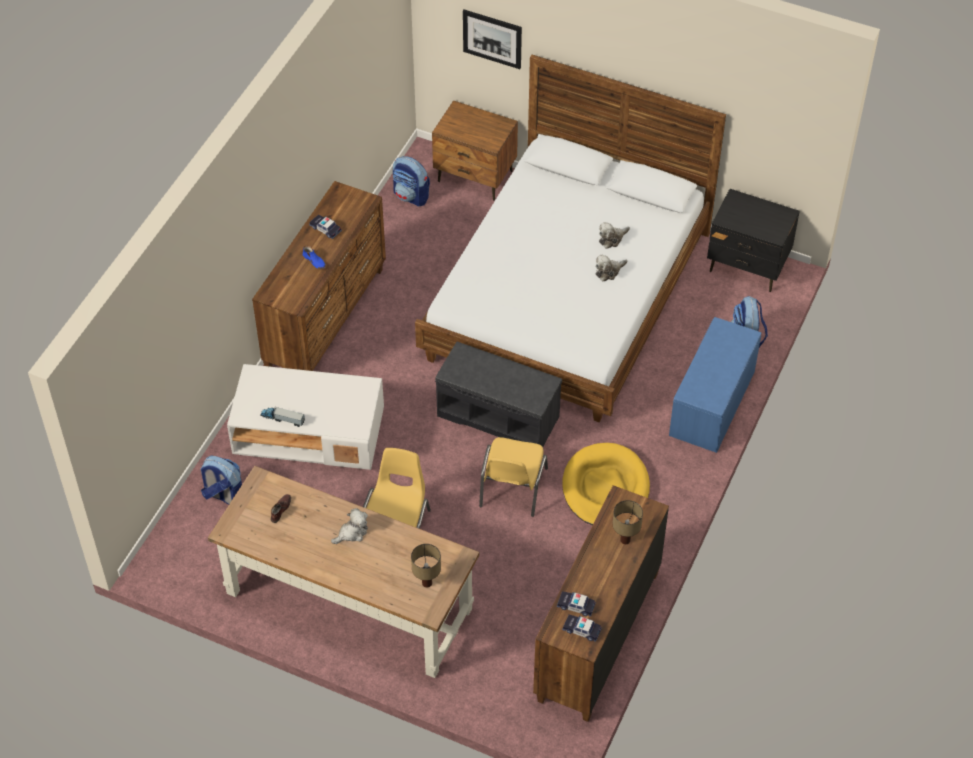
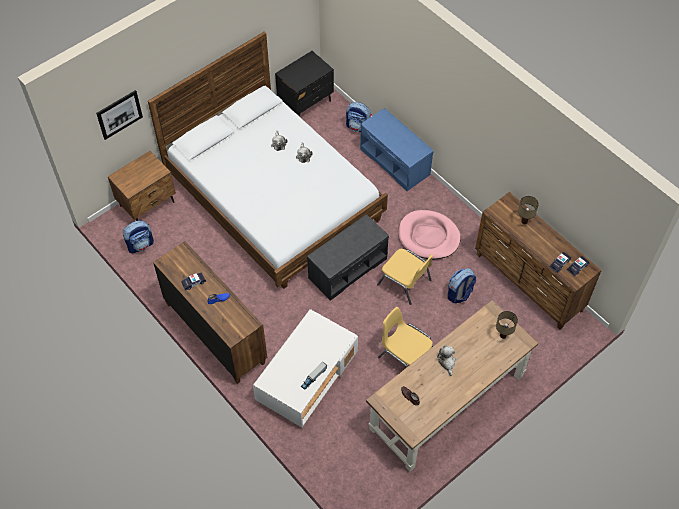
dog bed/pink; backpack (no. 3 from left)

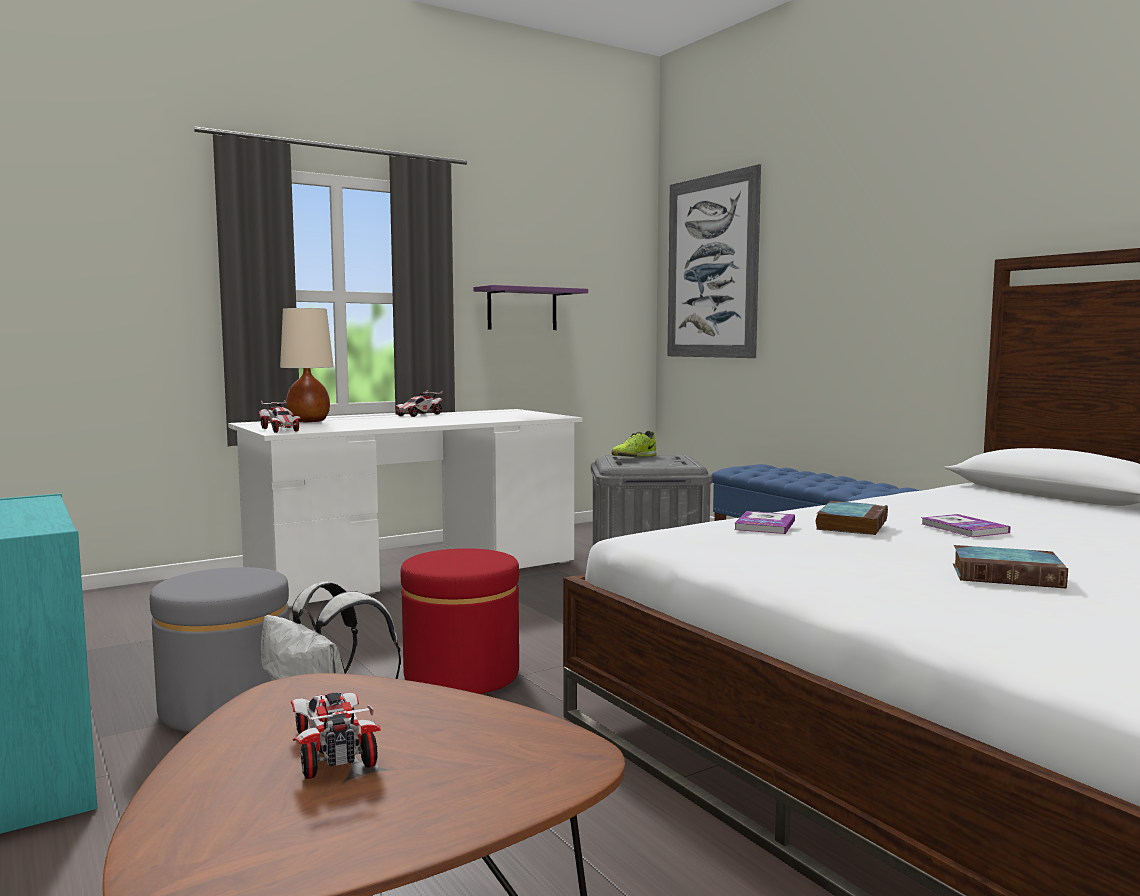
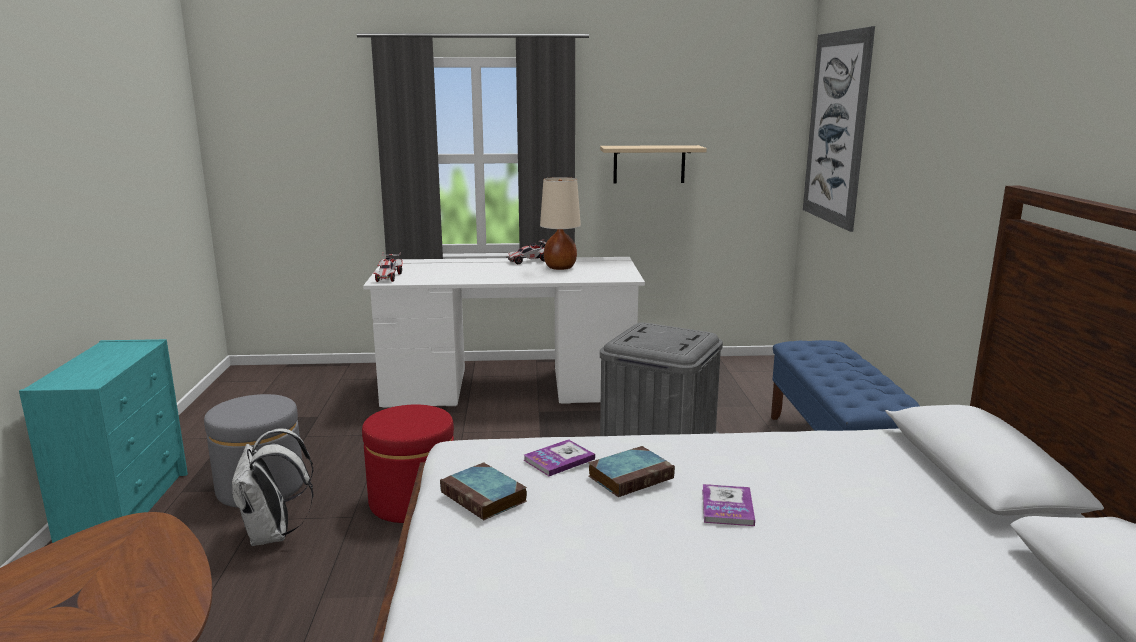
shelf/beige; table lamp/beige; shoe; book (no. 1 from left); toy car (no. 2 from left in the first image)

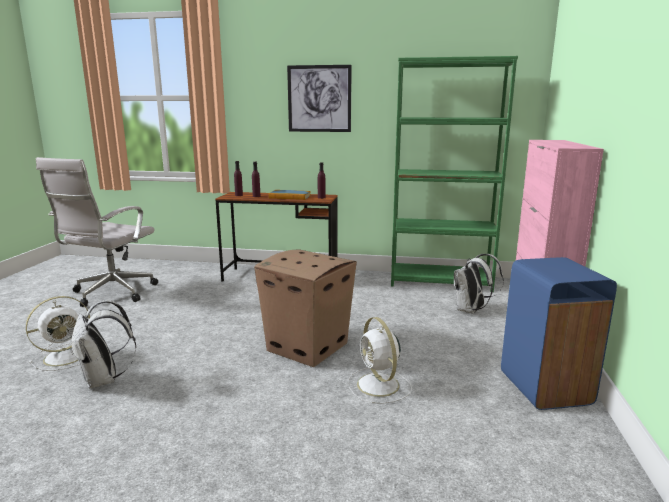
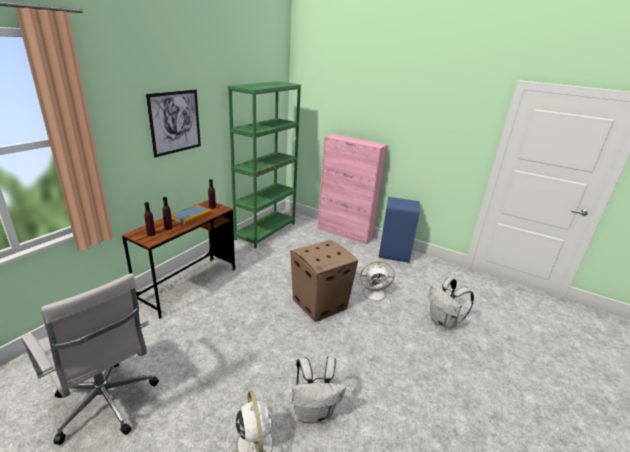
backpack/white (no. 2 from left)

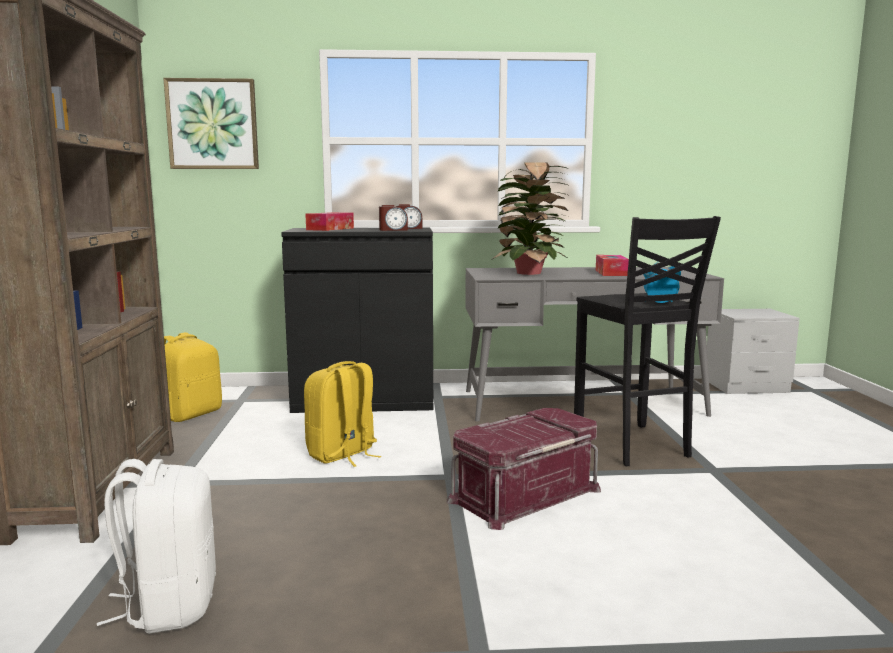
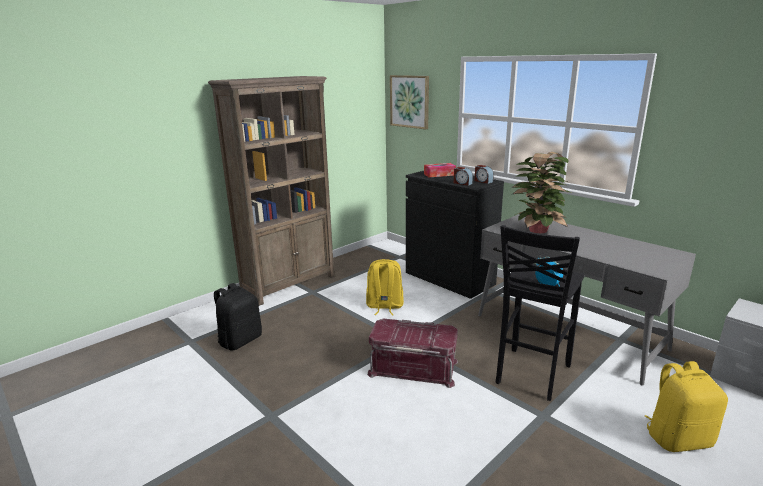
tissue box (no. 2 from left in the first image); backpack/yellow (no. 2 from left); backpack/black

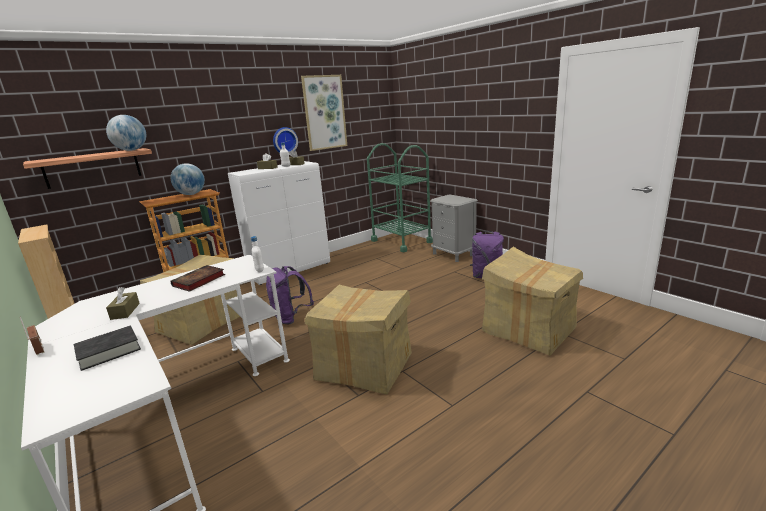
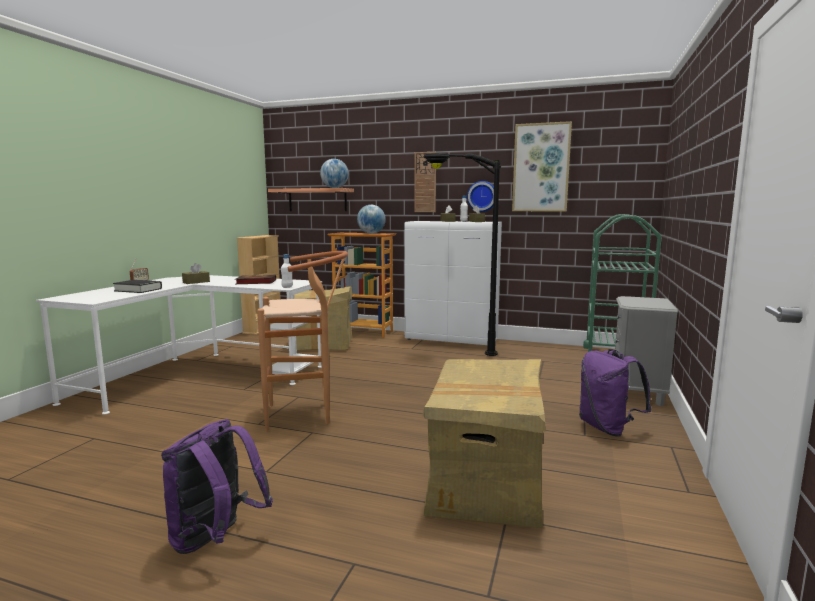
backpack/purple (no. 1 from left); stool/brown; wall clock (no. 1 from left); floor lamp/black

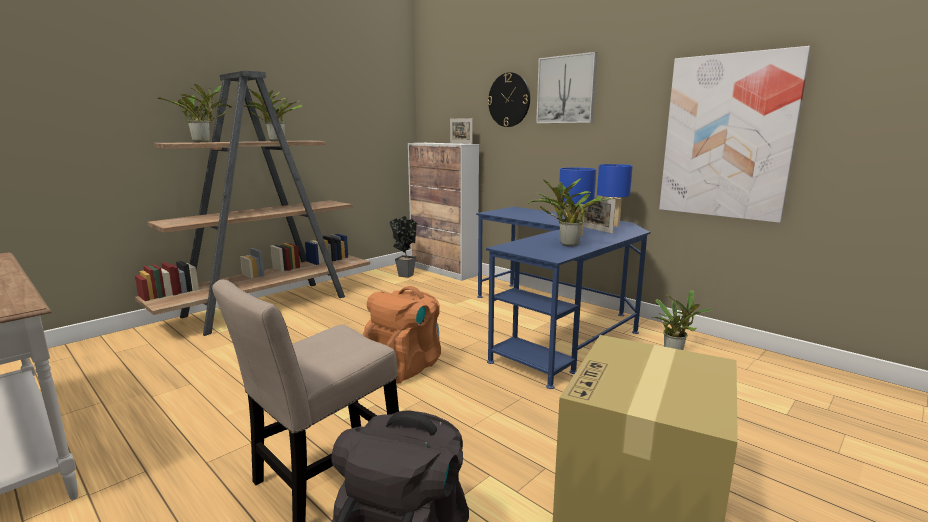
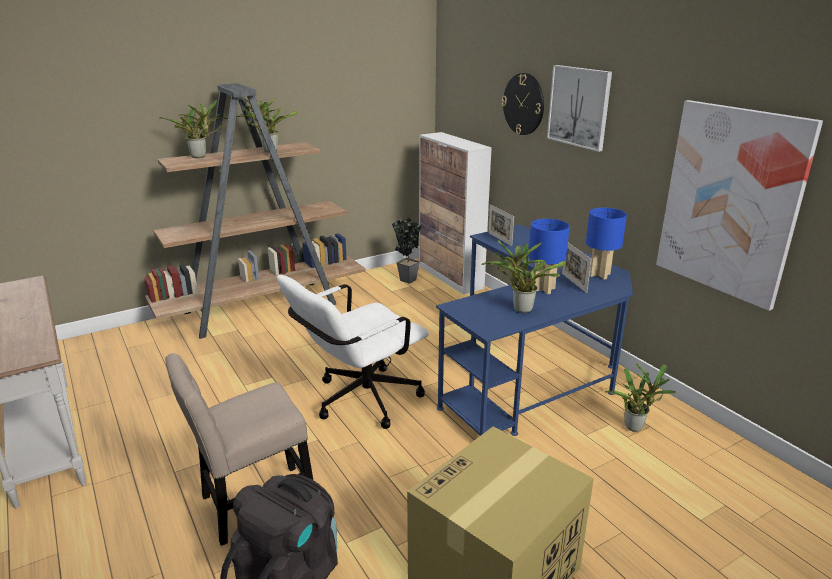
picture frame (no. 1 from left); office chair/white

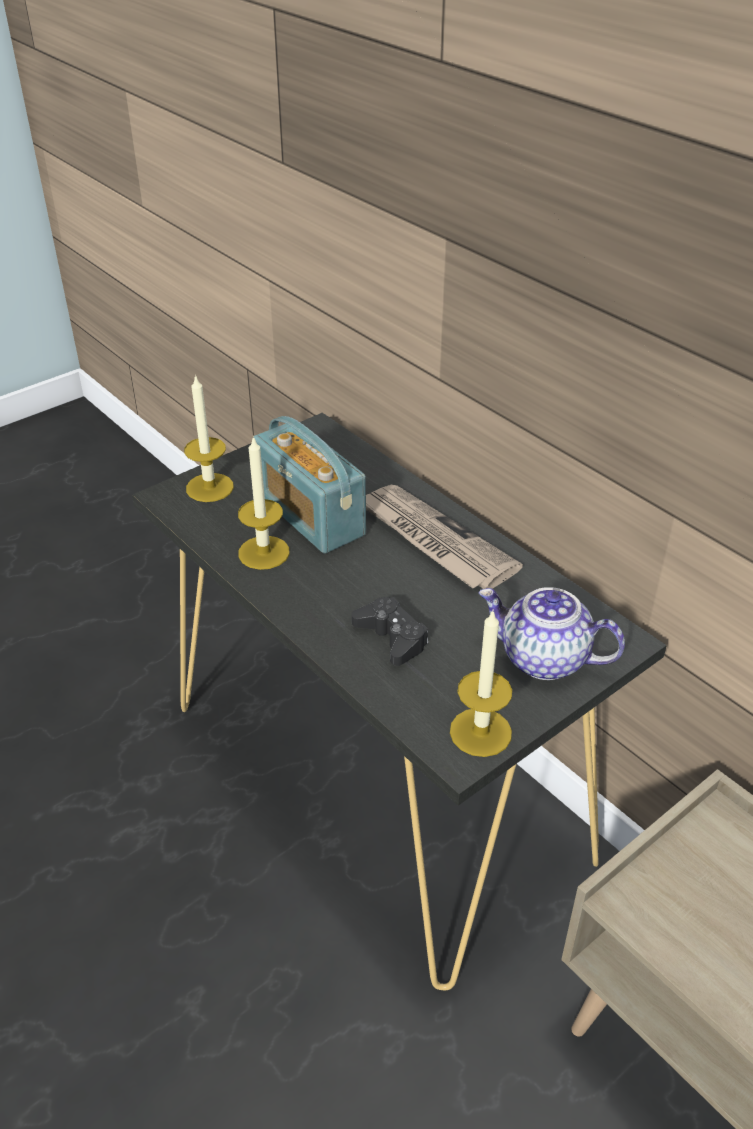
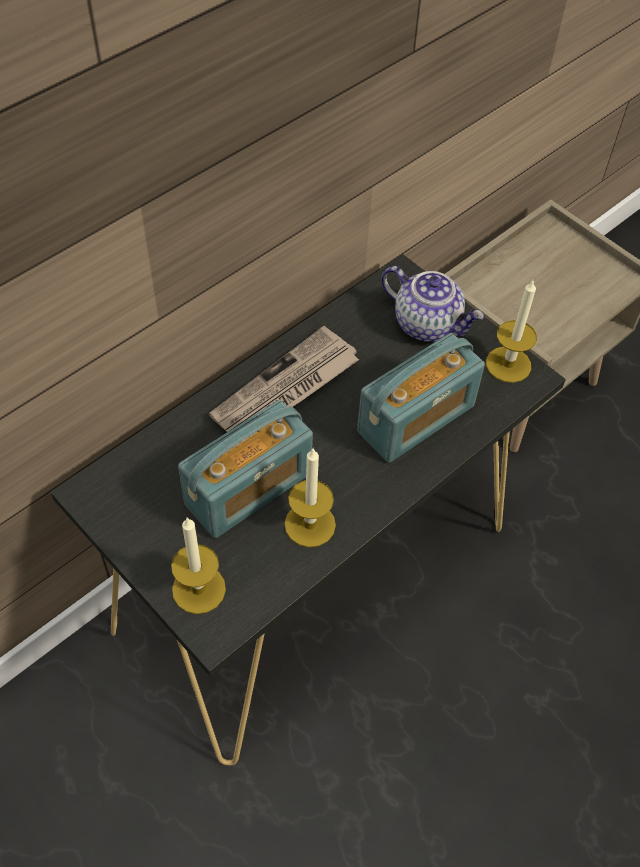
teapot; radio (no. 2 from left)

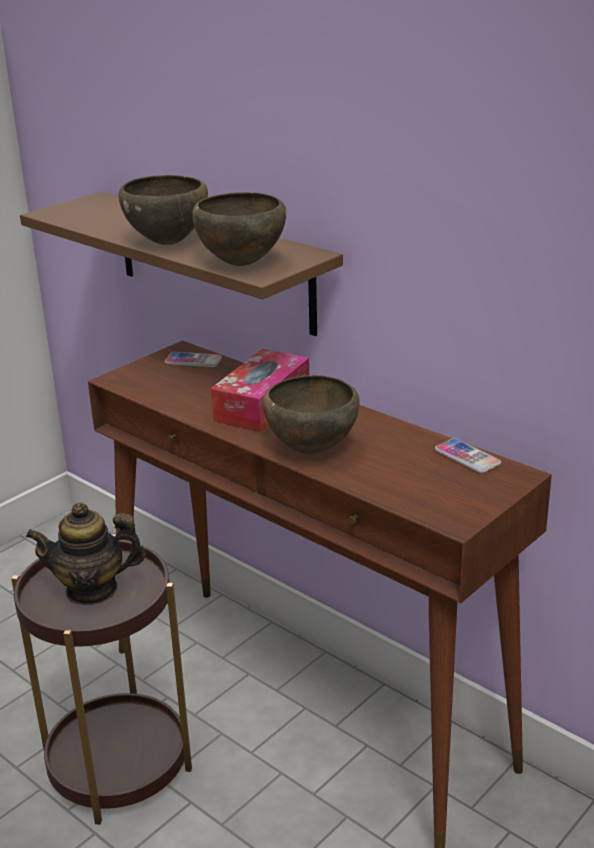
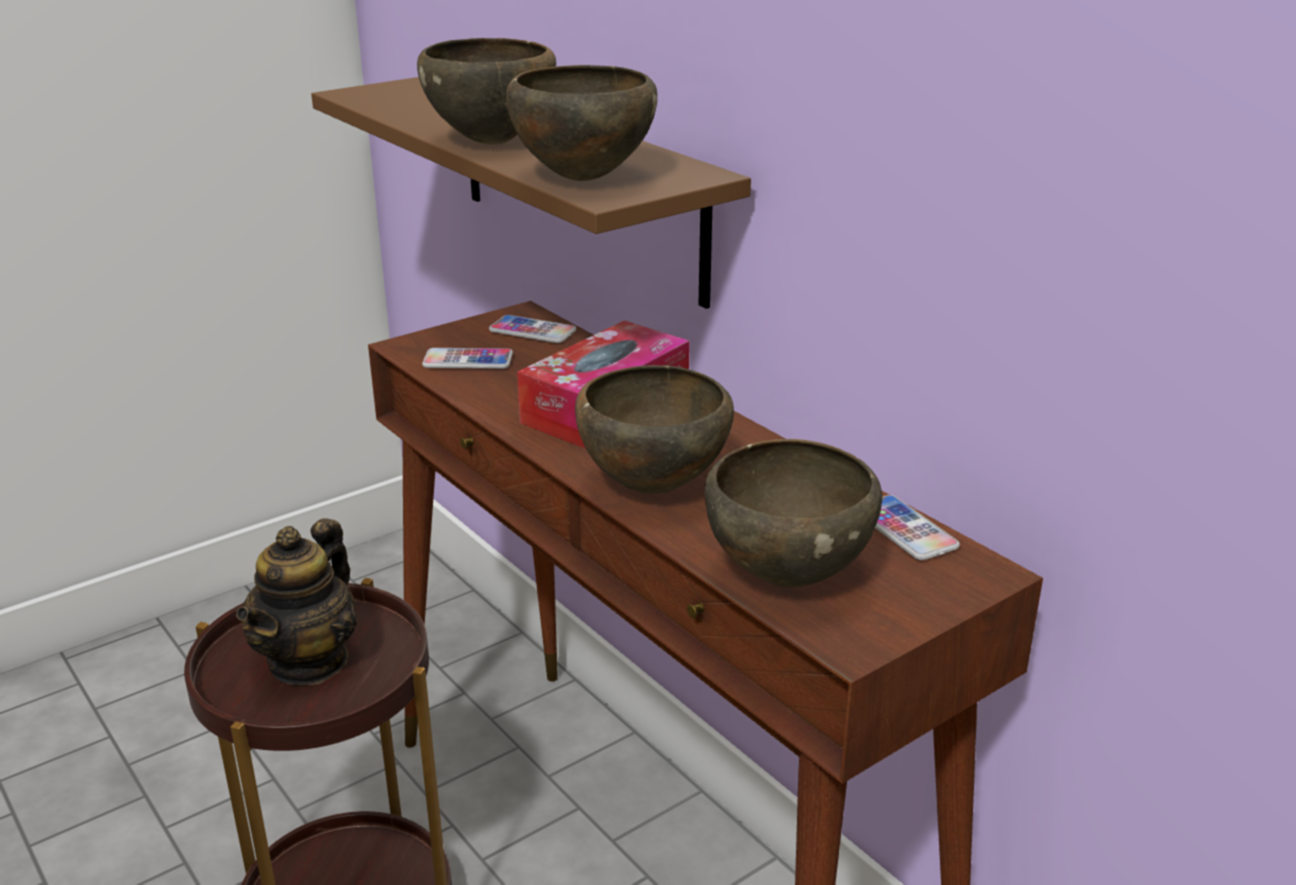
teapot; phone (no. 1 from left); bowl/brown (no. 4 from left)

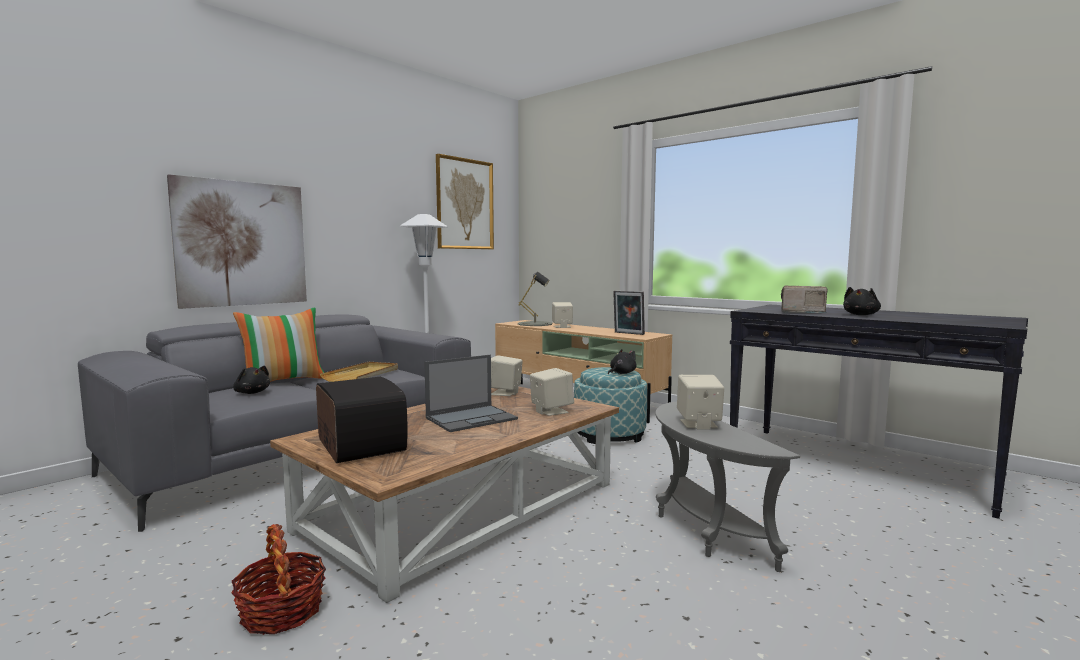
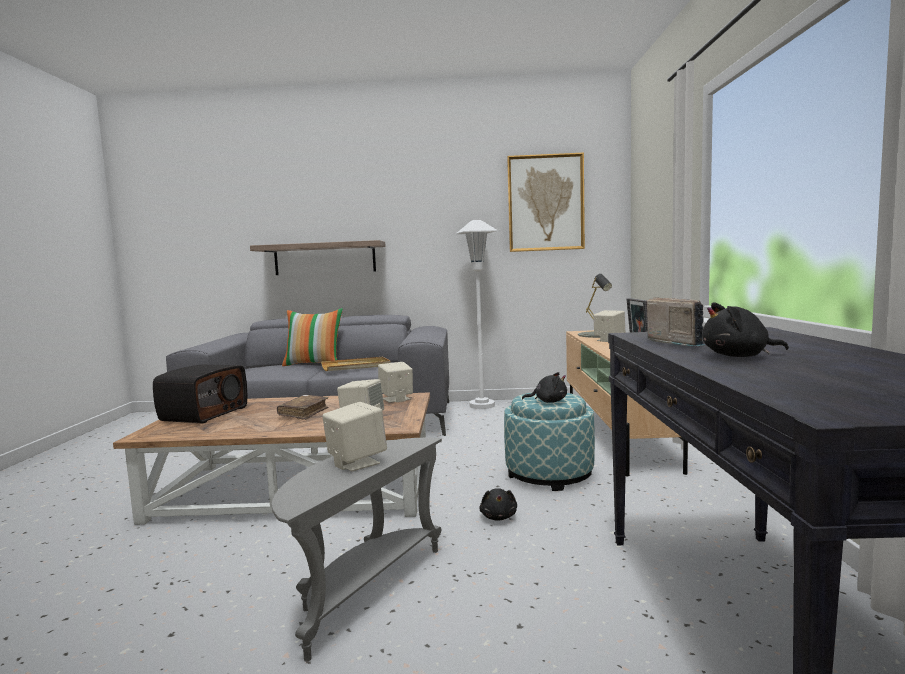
shelf; book/brown; plush toy/black (no. 1 from left); basket

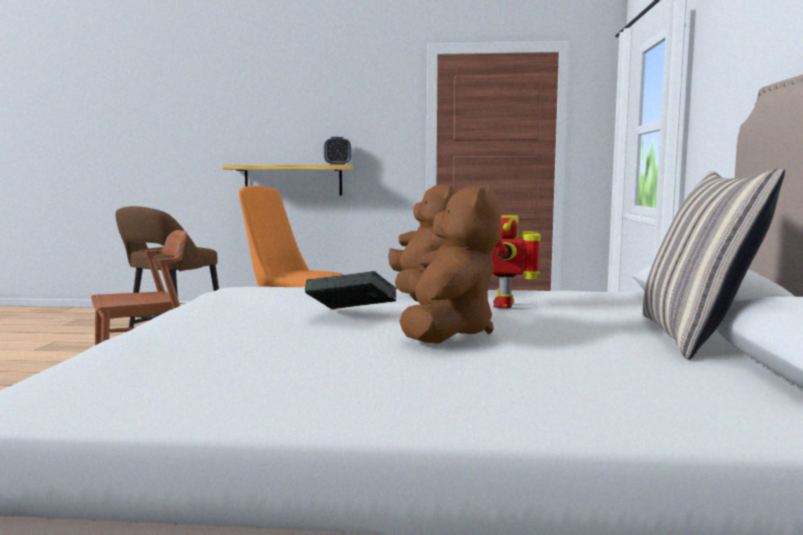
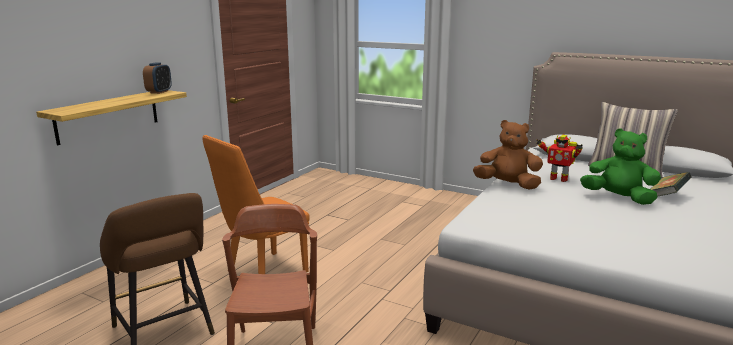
plush toy/green; book

